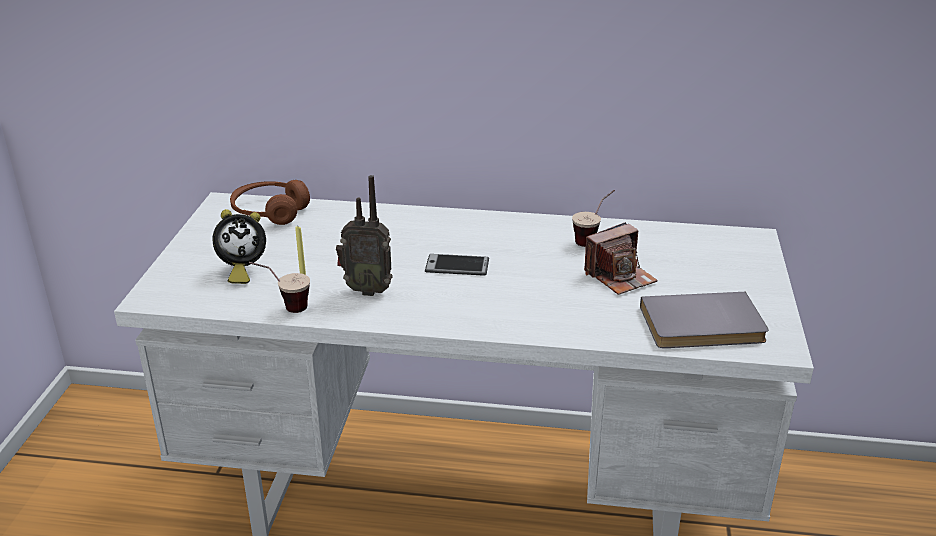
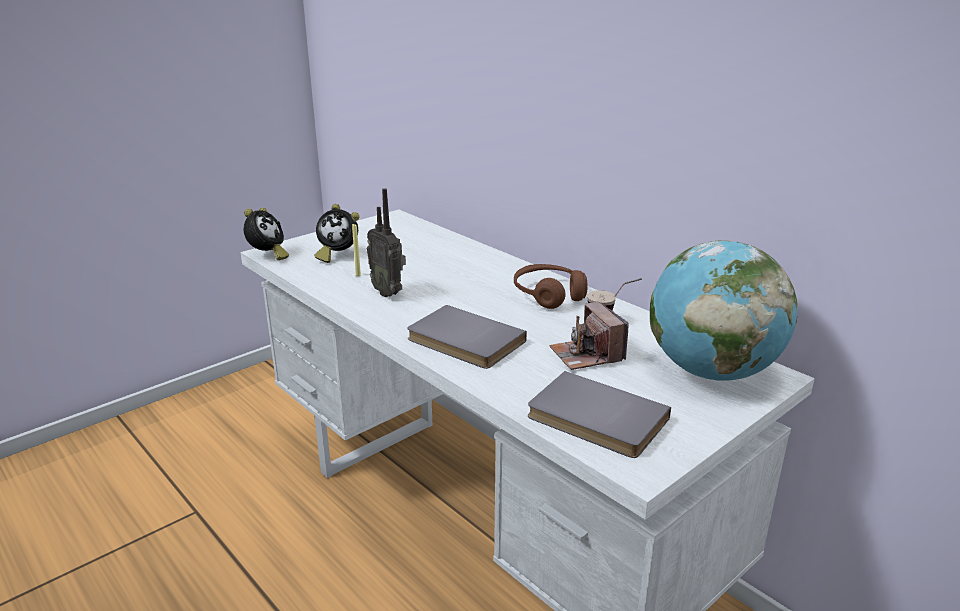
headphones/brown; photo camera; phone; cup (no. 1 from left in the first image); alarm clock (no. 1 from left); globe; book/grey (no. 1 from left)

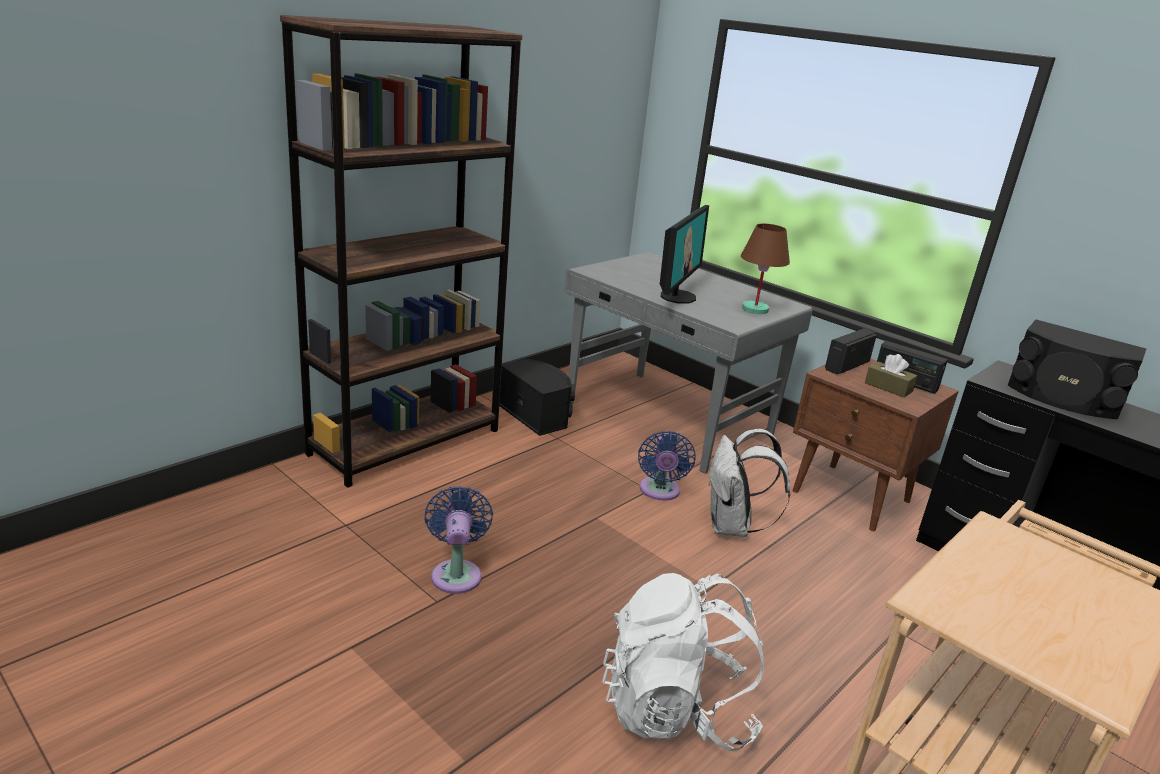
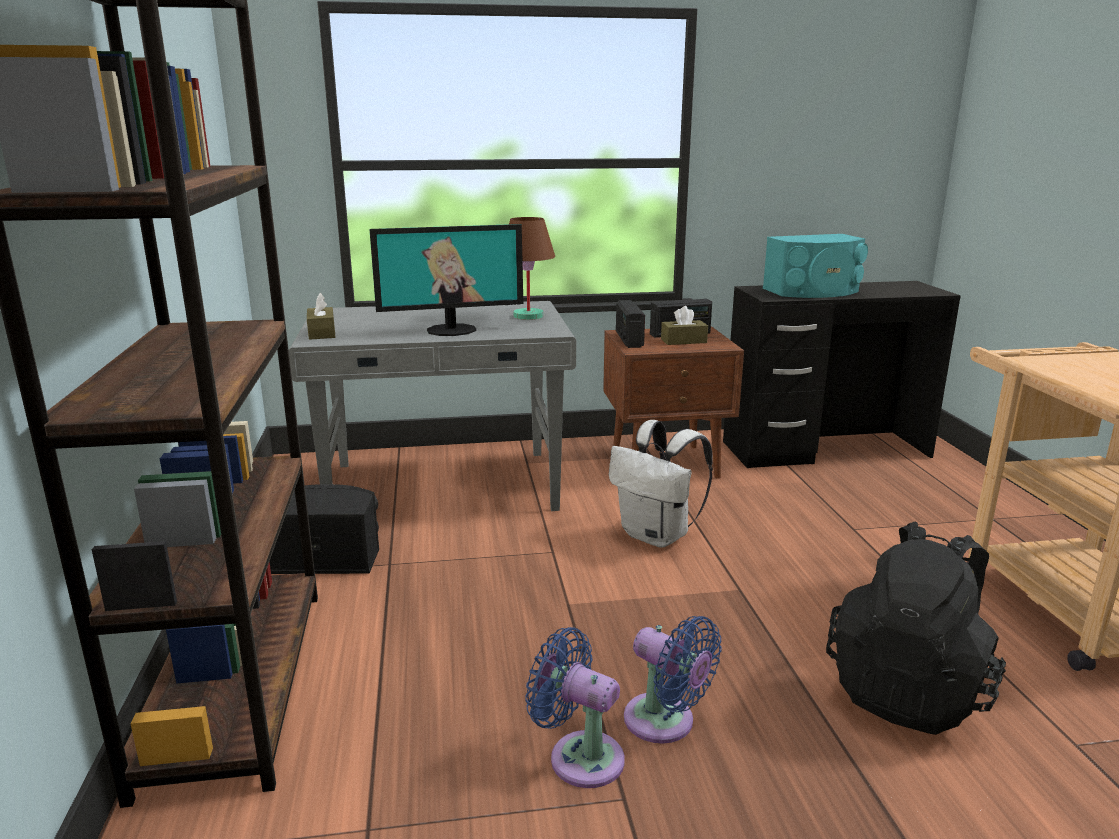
monitor; speaker/turquoise; fan/blue (no. 2 from left); backpack/black; tissue box/brown (no. 1 from left)

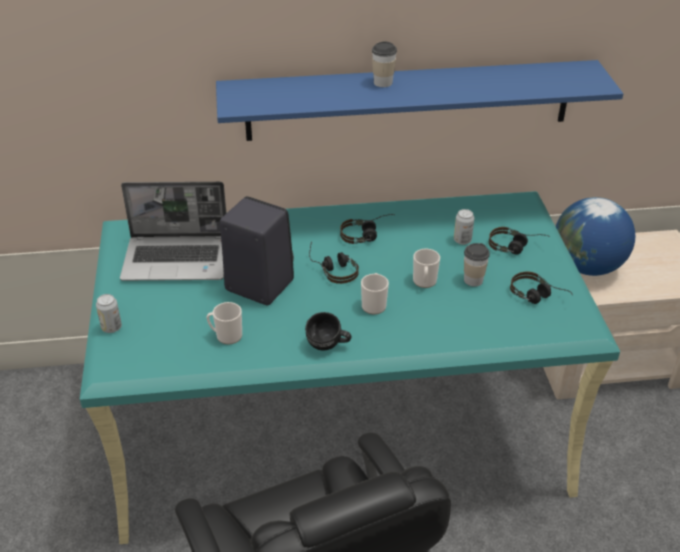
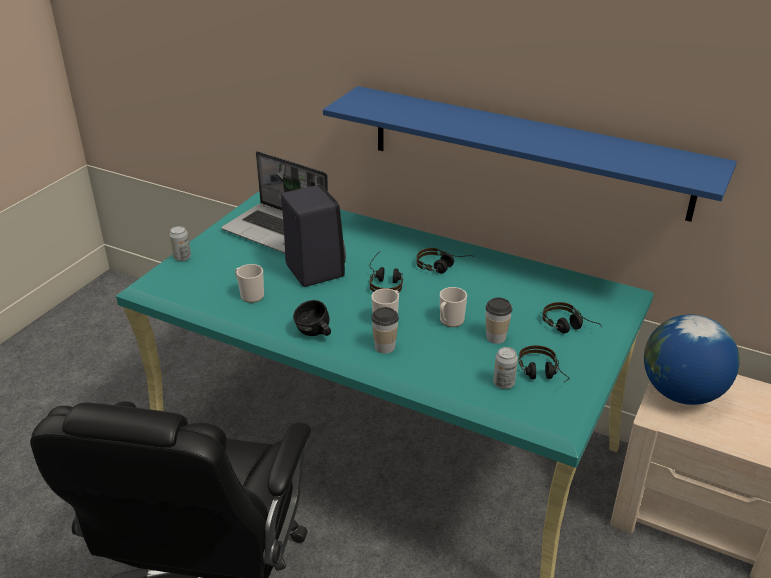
cup (no. 1 from left); can (no. 2 from left)

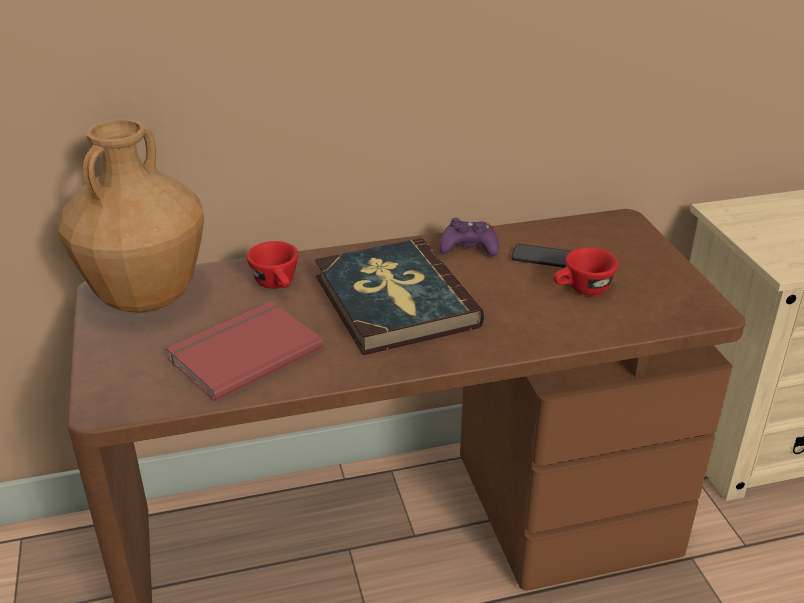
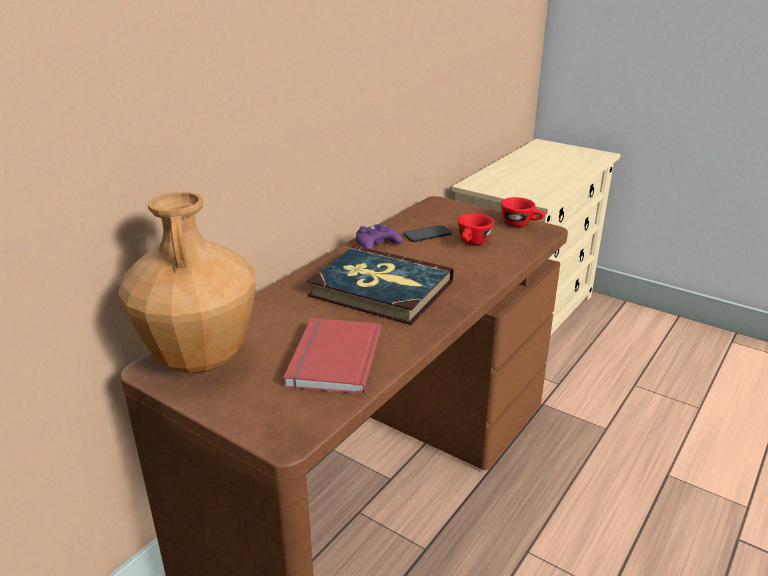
cup/red (no. 2 from left)

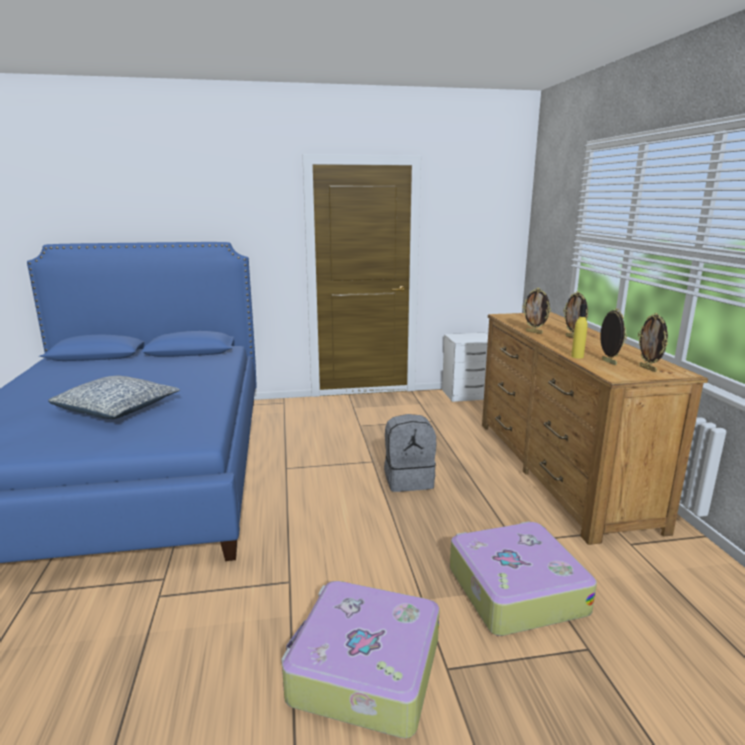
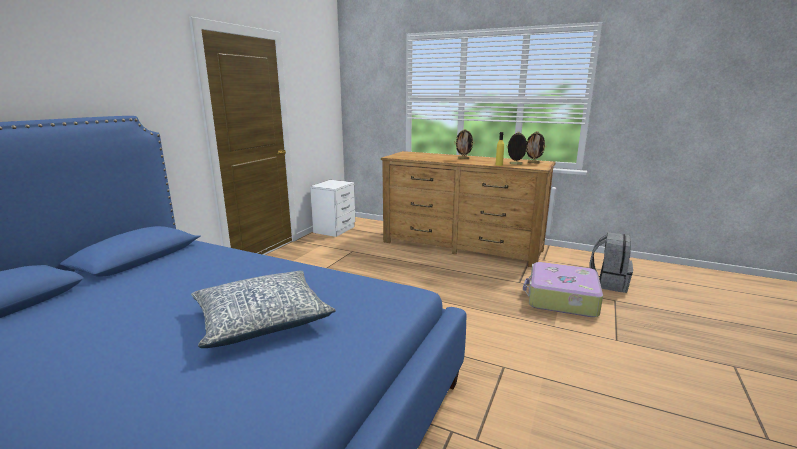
picture frame (no. 1 from left in the first image); backpack/grey; suitcase (no. 1 from left in the first image)

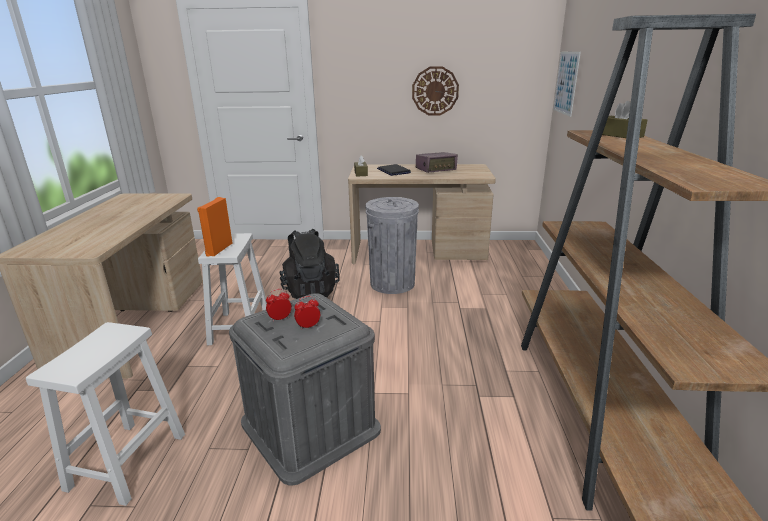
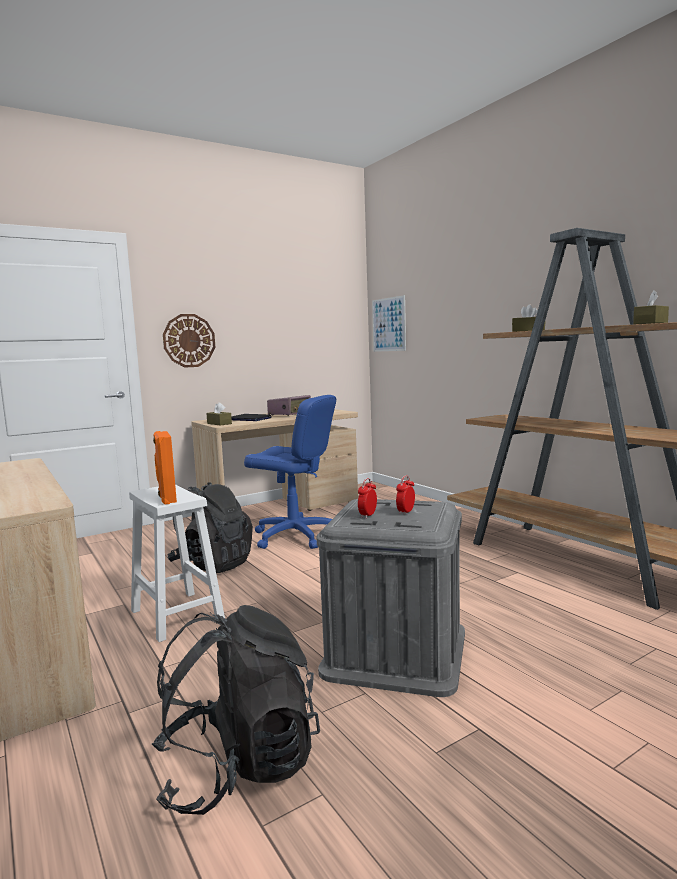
wall clock; office chair/blue; backpack/black (no. 2 from left); tissue box/brown (no. 3 from left)

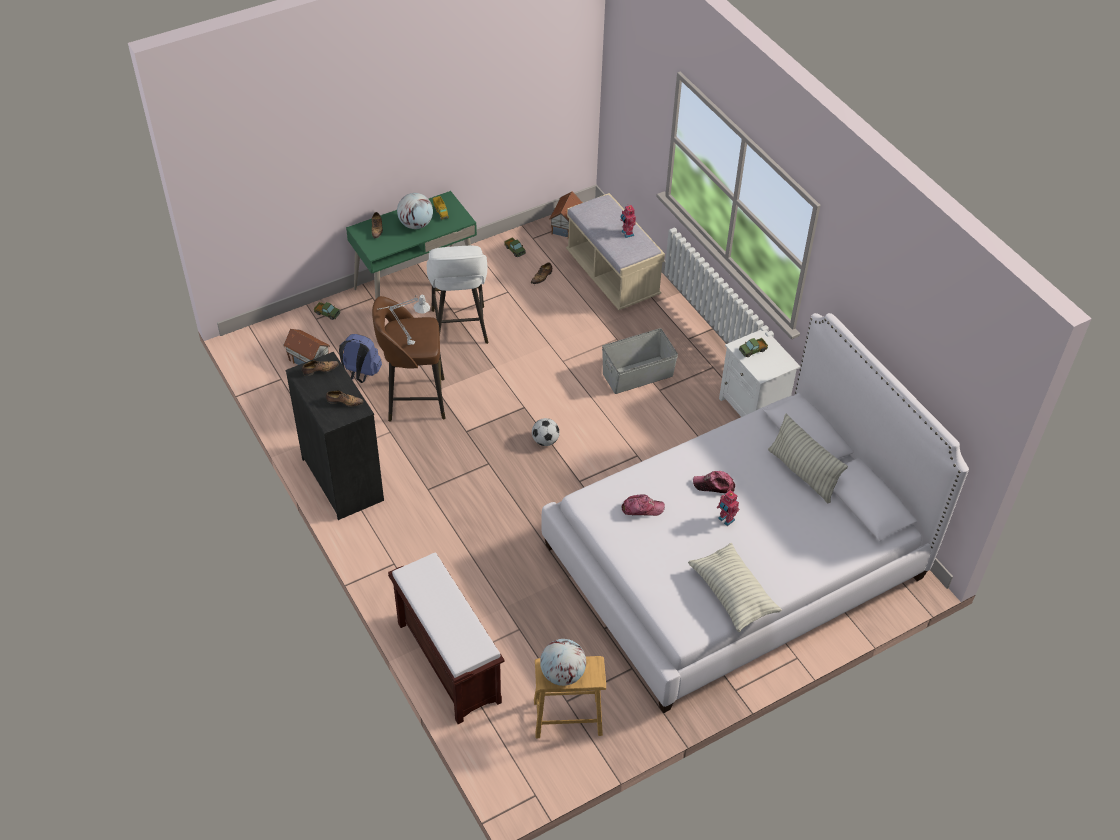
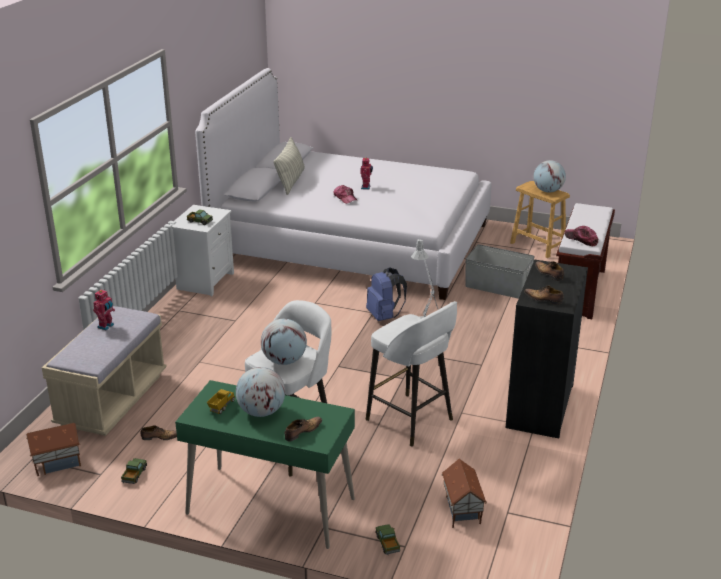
stool/white (no. 2 from left); storage box/grey; backpack/blue; football; cap (no. 2 from left); pillow (no. 1 from left in the first image); globe (no. 2 from left)

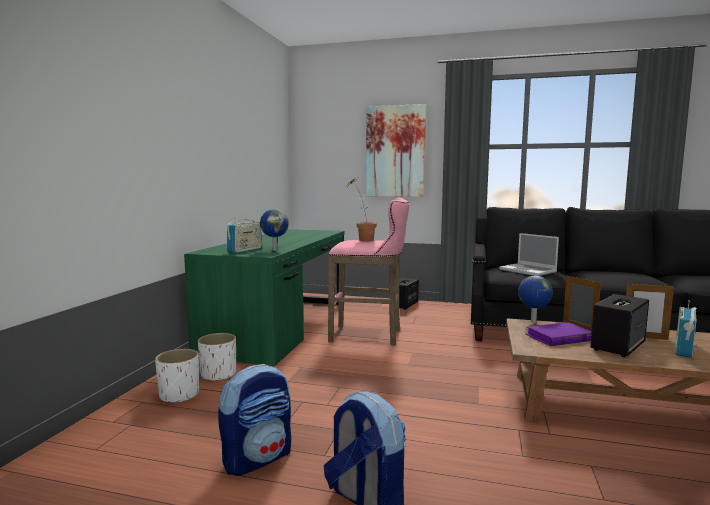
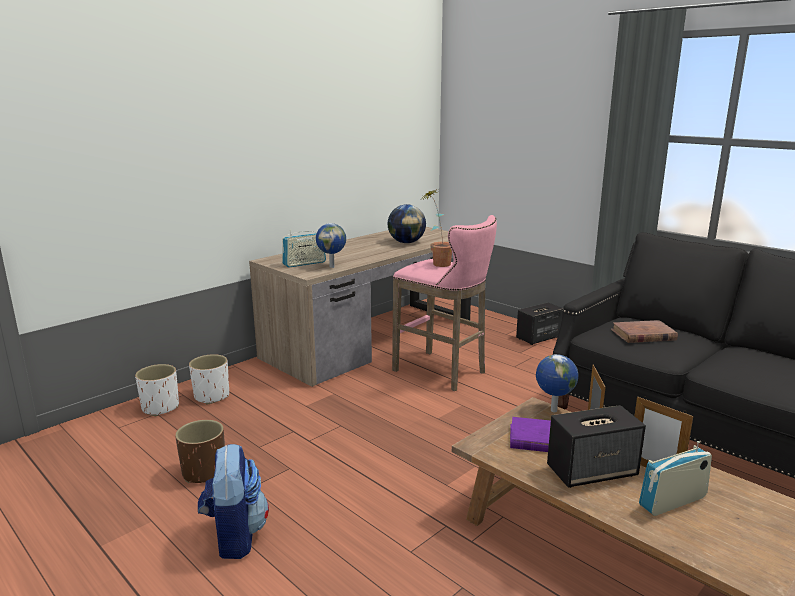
picture; desk/brown; book/brown; planter/white (no. 1 from left); planter/brown; globe (no. 2 from left)

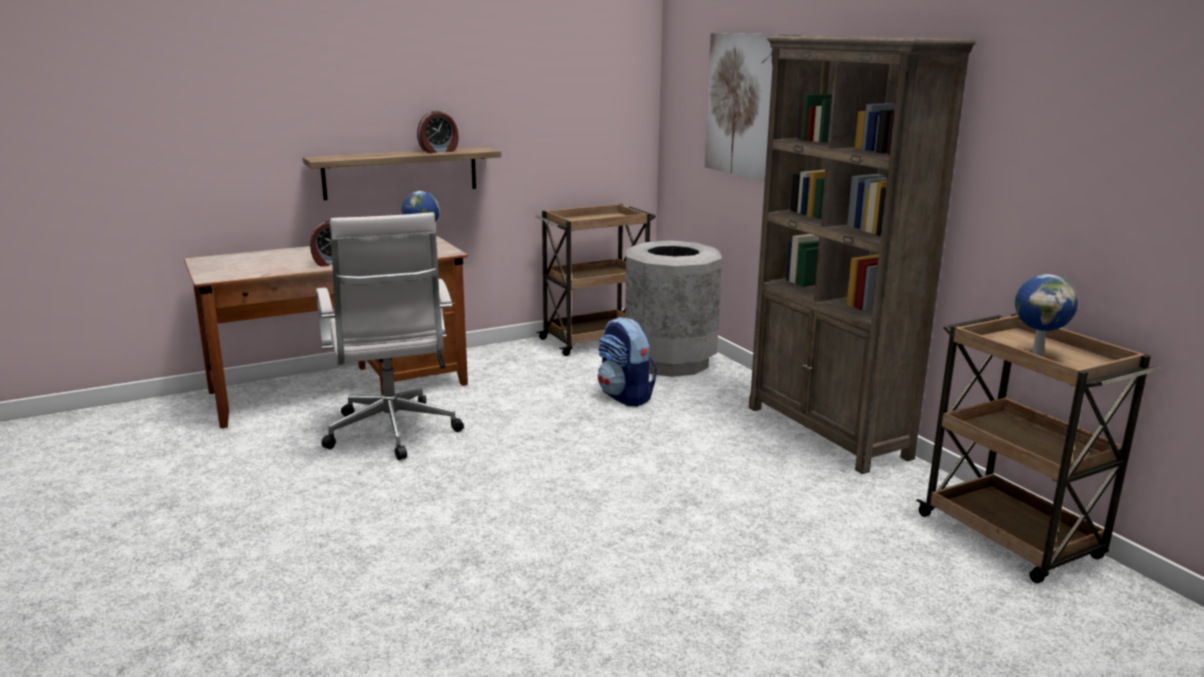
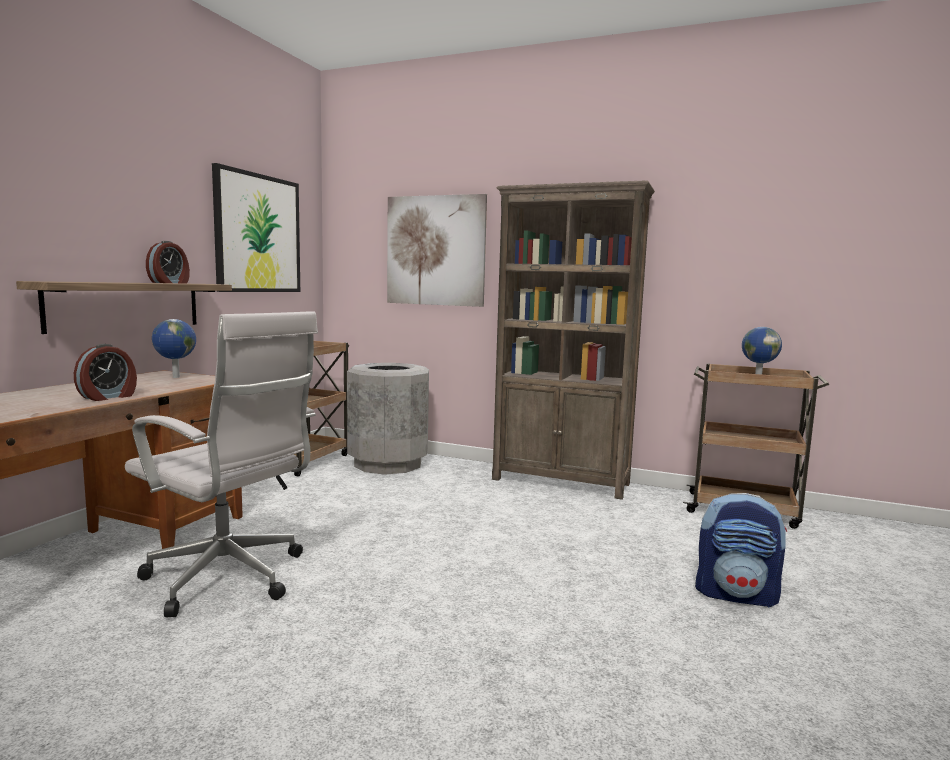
backpack; picture (no. 1 from left)

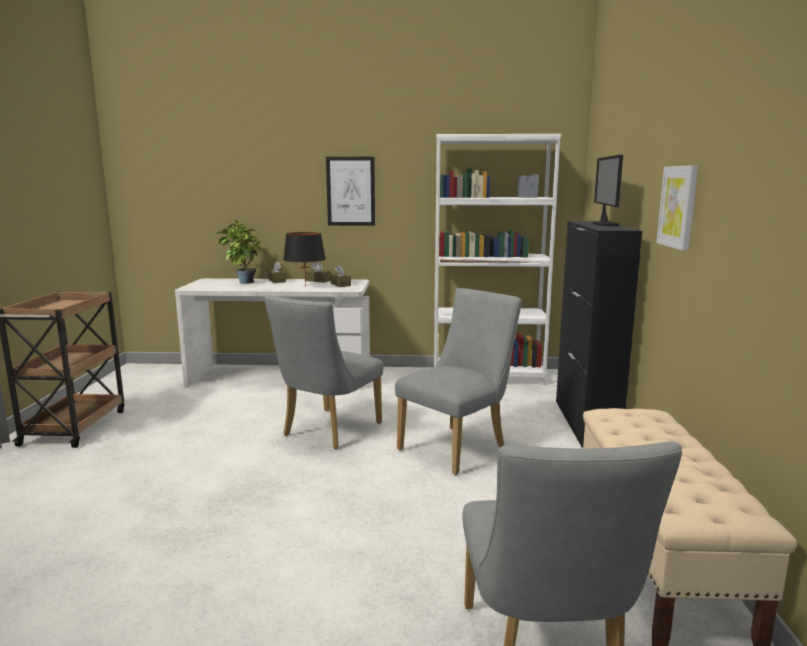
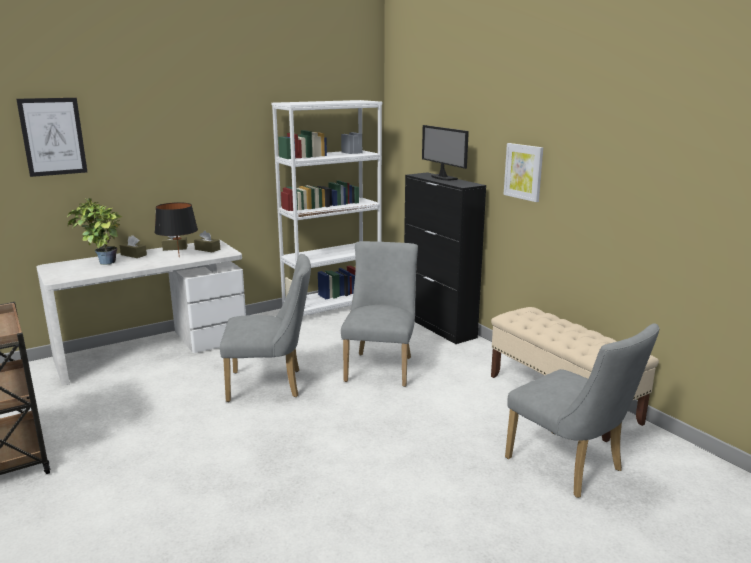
picture (no. 1 from left); chair/grey (no. 1 from left)

